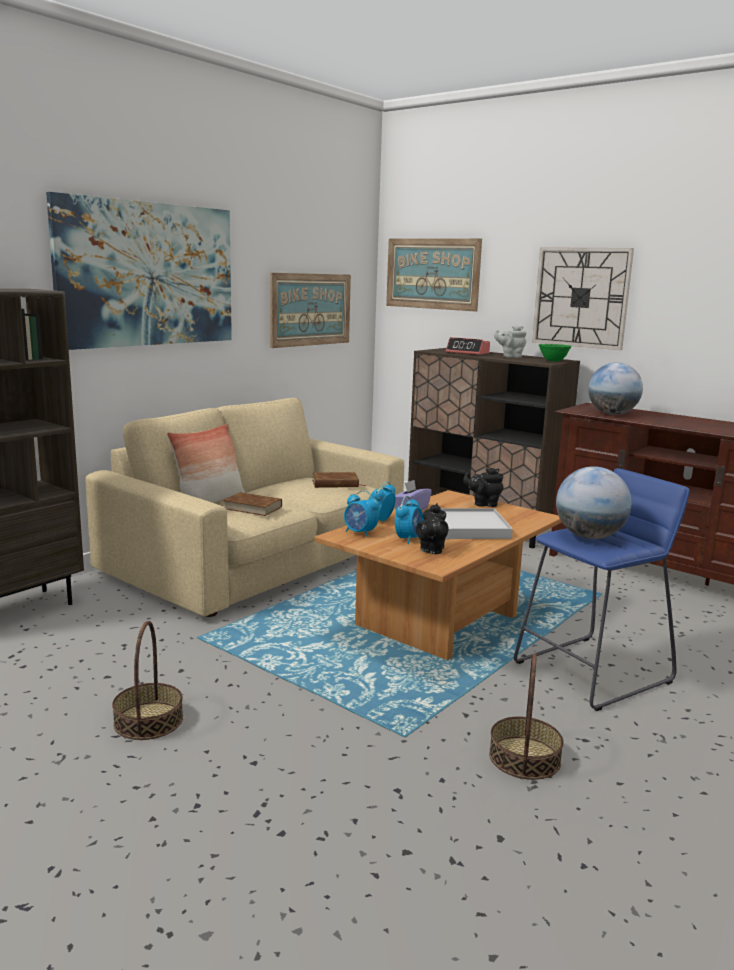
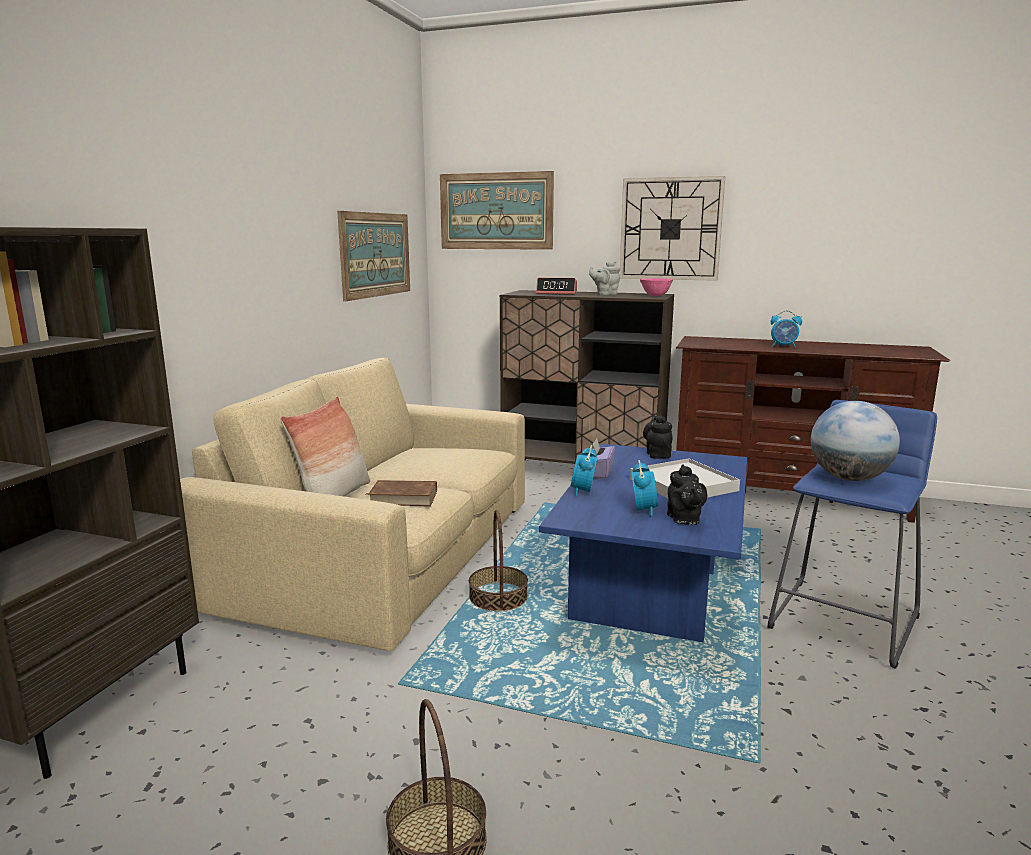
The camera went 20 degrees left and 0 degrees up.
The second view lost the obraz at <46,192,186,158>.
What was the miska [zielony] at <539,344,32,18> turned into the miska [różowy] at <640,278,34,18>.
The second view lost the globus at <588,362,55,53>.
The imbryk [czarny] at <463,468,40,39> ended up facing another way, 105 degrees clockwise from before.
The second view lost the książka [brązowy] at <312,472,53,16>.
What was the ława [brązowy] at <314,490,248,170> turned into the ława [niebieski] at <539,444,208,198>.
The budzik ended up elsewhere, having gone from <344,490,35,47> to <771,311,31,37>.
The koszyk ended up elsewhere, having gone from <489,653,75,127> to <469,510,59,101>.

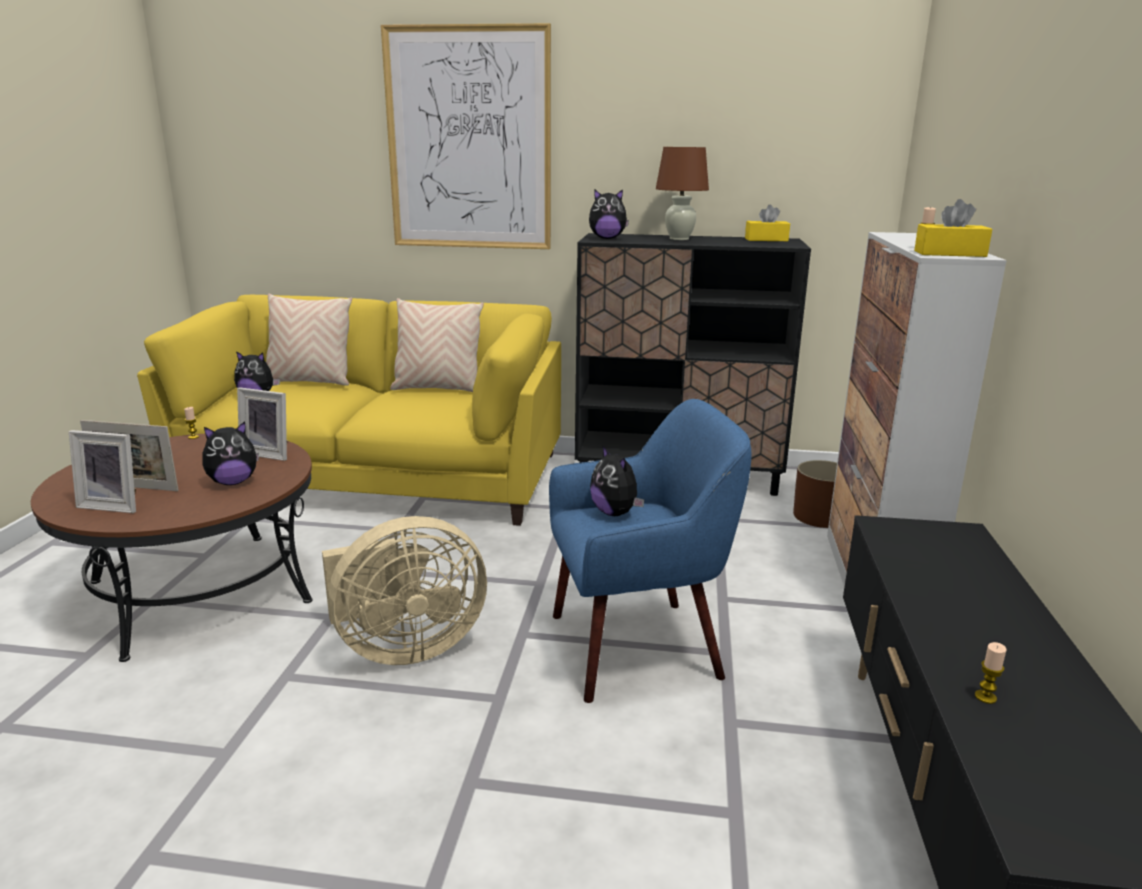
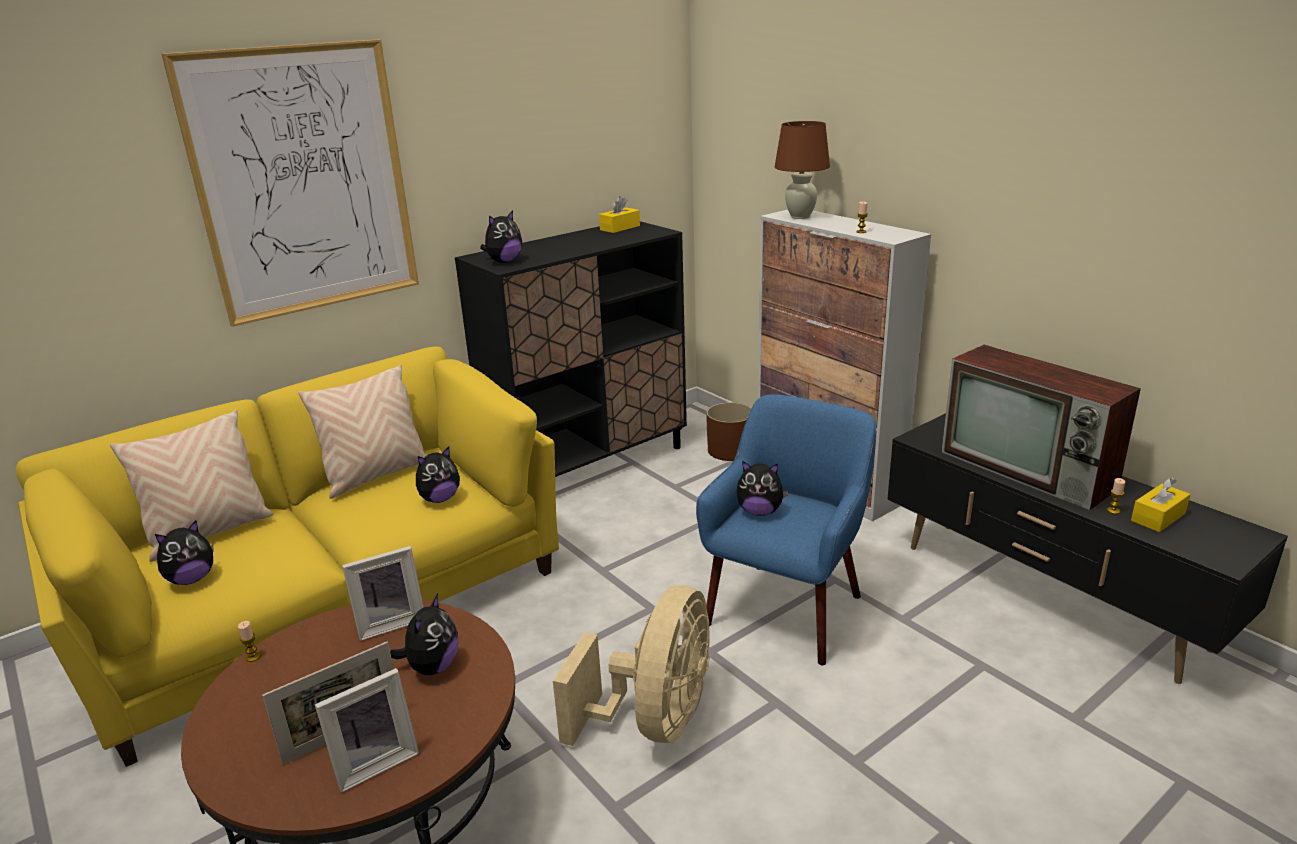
The camera went 45 degrees left and 5 degrees up.
The lampa stołowa [brązowy] ended up elsewhere, having gone from <656,147,53,93> to <775,121,55,98>.
The pudełko chusteczek [żółty] ended up elsewhere, having gone from <914,199,78,58> to <1131,478,59,54>.
The second view gained the telewizor at <941,345,200,165>.
The second view gained the pluszak at <416,447,44,56>.

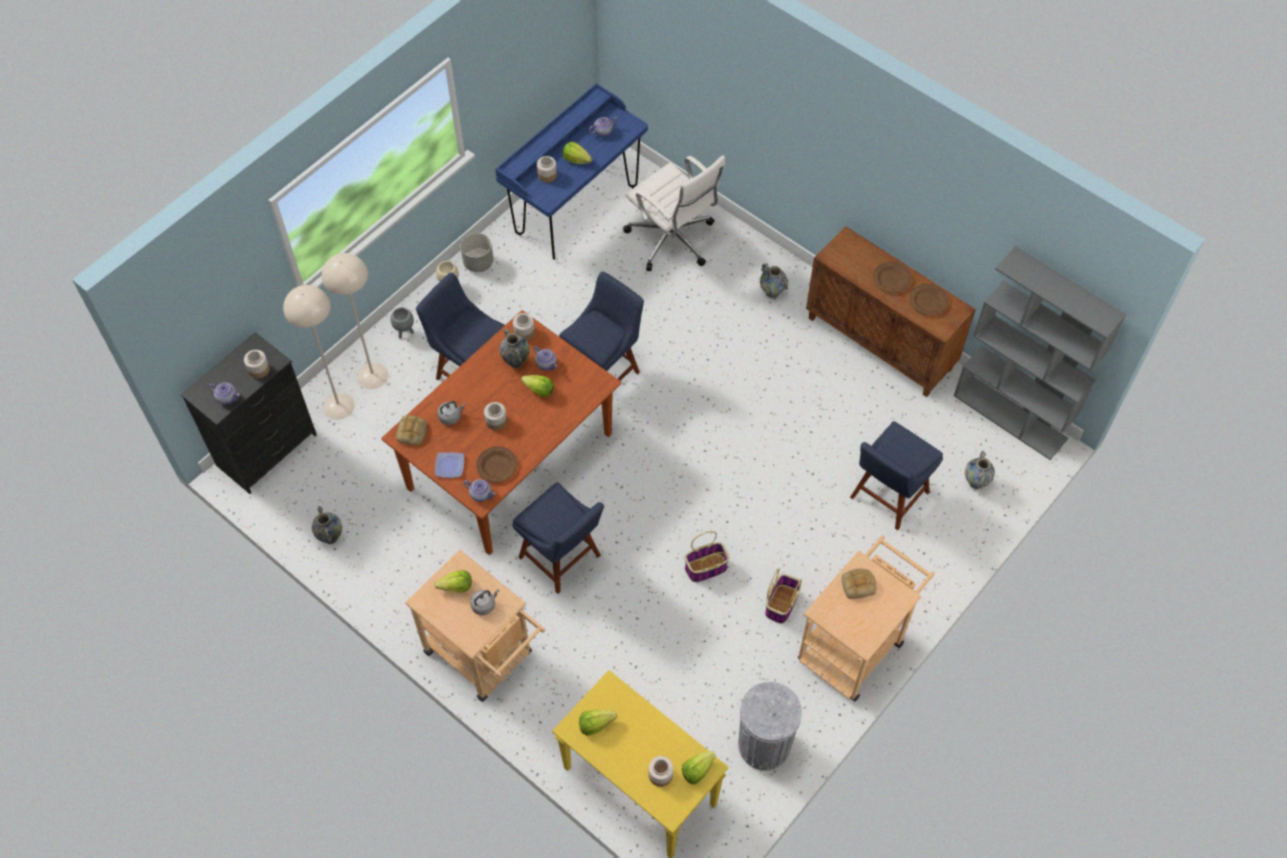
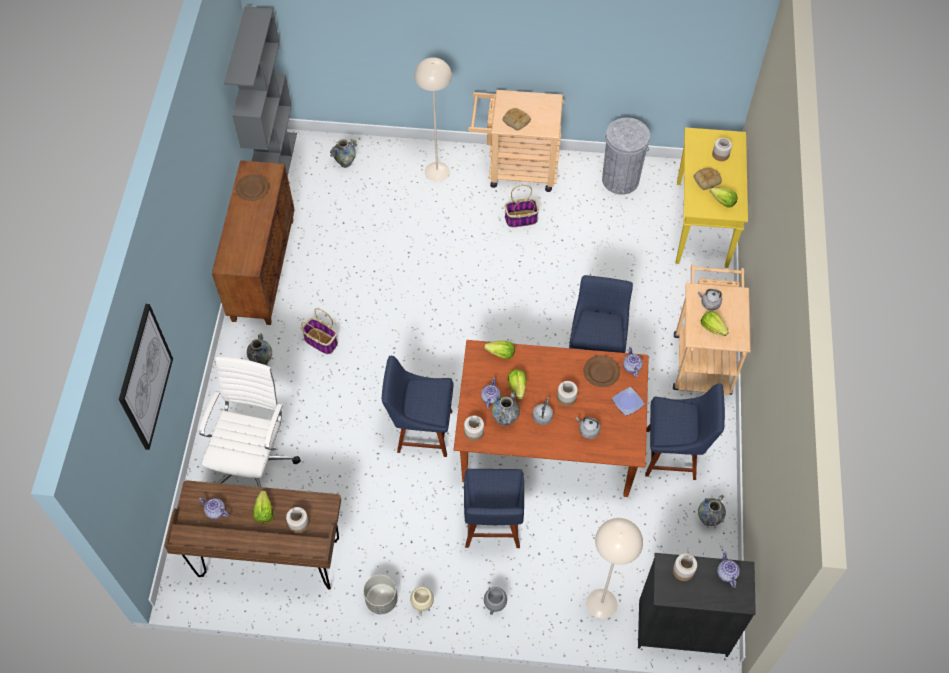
The camera went 125 degrees left and 0 degrees up.
What was the biurko [niebieski] at <495,83,153,177> turned into the biurko [brązowy] at <164,480,177,110>.
The lampa stojąca [beżowy] ended up elsewhere, having gone from <322,253,66,136> to <414,57,38,125>.
The second view lost the talerz [brązowy] at <873,262,39,31>.
The chleb ended up elsewhere, having gone from <396,415,31,30> to <694,168,28,22>.
The krzesło [niebieski] ended up elsewhere, having gone from <850,421,93,109> to <645,383,80,97>.
The koszyk ended up elsewhere, having gone from <684,531,45,51> to <301,308,37,47>.
The sałata ended up elsewhere, having gone from <682,751,34,33> to <484,341,31,18>.
The second view gained the obraz at <119,304,54,146>.
The second view gained the czajnik [szary] at <532,398,21,27>.

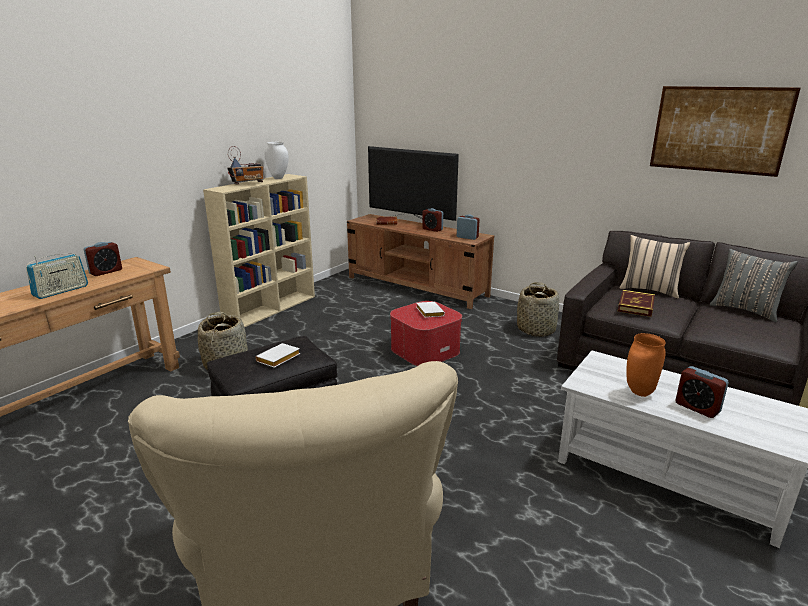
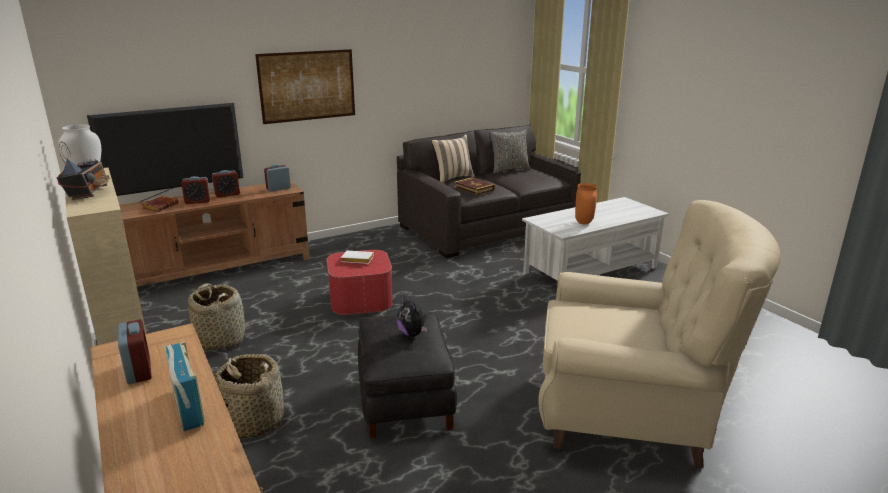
The camera went 65 degrees left and 0 degrees up.
The obraz ended up elsewhere, having gone from <650,86,151,91> to <255,49,100,75>.
The koszyk ended up elsewhere, having gone from <517,282,42,55> to <188,283,57,68>.
Where the książka [biały] stood at <256,343,44,25>, the pluszak came to stand at <397,295,31,42>.
The budzik ended up elsewhere, having gone from <675,366,54,52> to <181,176,29,28>.

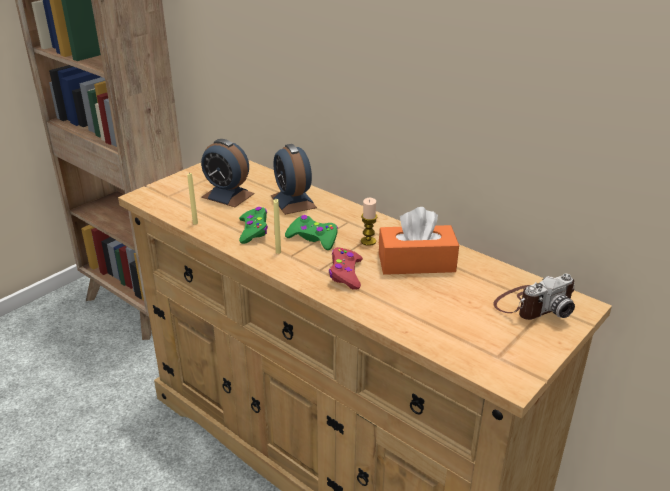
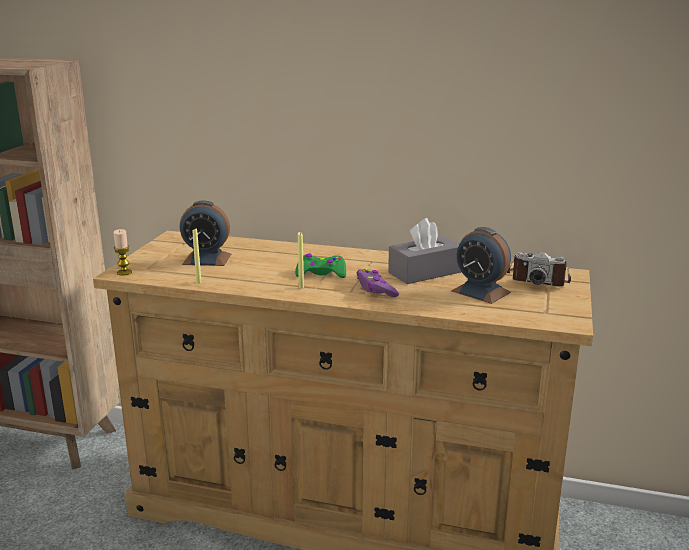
The camera went 25 degrees left and 10 degrees down.
The budzik ended up elsewhere, having gone from <271,144,46,71> to <451,227,60,77>.
The świeca ended up elsewhere, having gone from <361,198,16,48> to <113,229,19,46>.
The second view lost the pad do gier [zielony] at <239,207,29,37>.
What was the pudełko chusteczek [pomarańczowy] at <379,207,80,68> turned into the pudełko chusteczek [szary] at <388,218,73,66>.
What was the pad do gier [czerwony] at <329,247,34,43> turned into the pad do gier [fioletowy] at <357,269,42,28>.
The aparat fotograficzny at <493,274,82,46> ended up facing another way, 75 degrees clockwise from before.

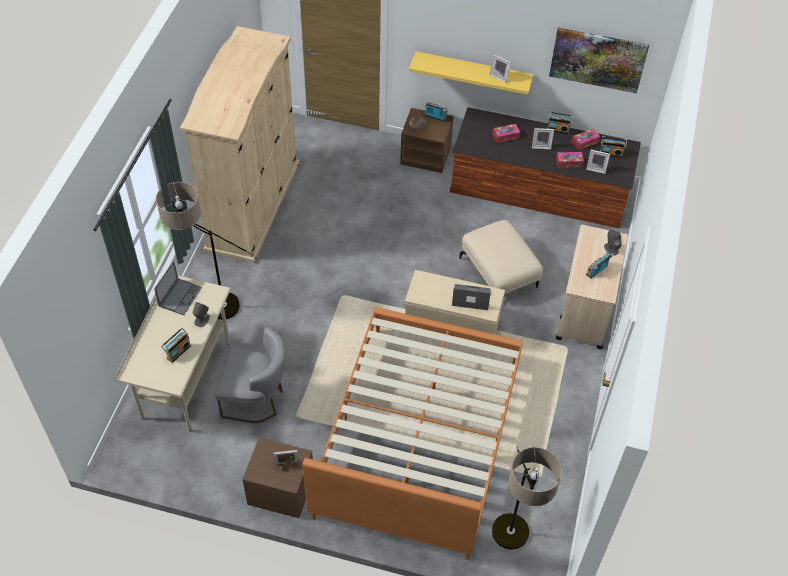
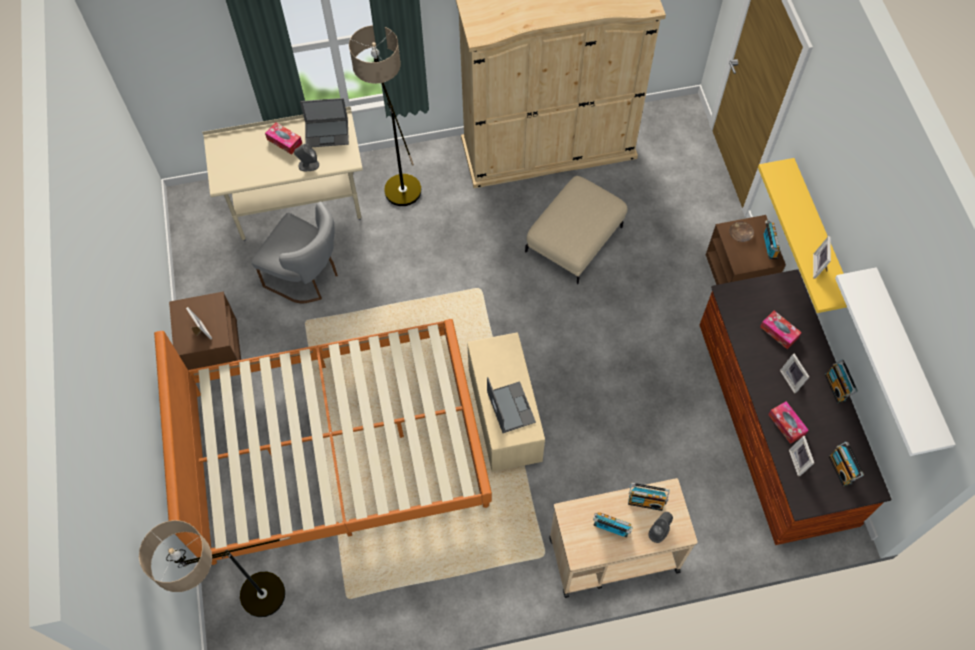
The camera went 65 degrees right and 10 degrees up.
Where the obraz hung at <549,28,100,65>, the półka [biały] came to hang at <835,267,121,189>.
The pudełko chusteczek ended up elsewhere, having gone from <572,129,28,21> to <265,122,37,33>.
The pufa [beżowy] ended up elsewhere, having gone from <459,220,84,75> to <525,176,102,108>.
The krzesło [szary] at <215,327,71,96> ended up facing another way, 45 degrees counterclockwise from before.
The radio ended up elsewhere, having gone from <161,328,30,35> to <628,483,42,28>.

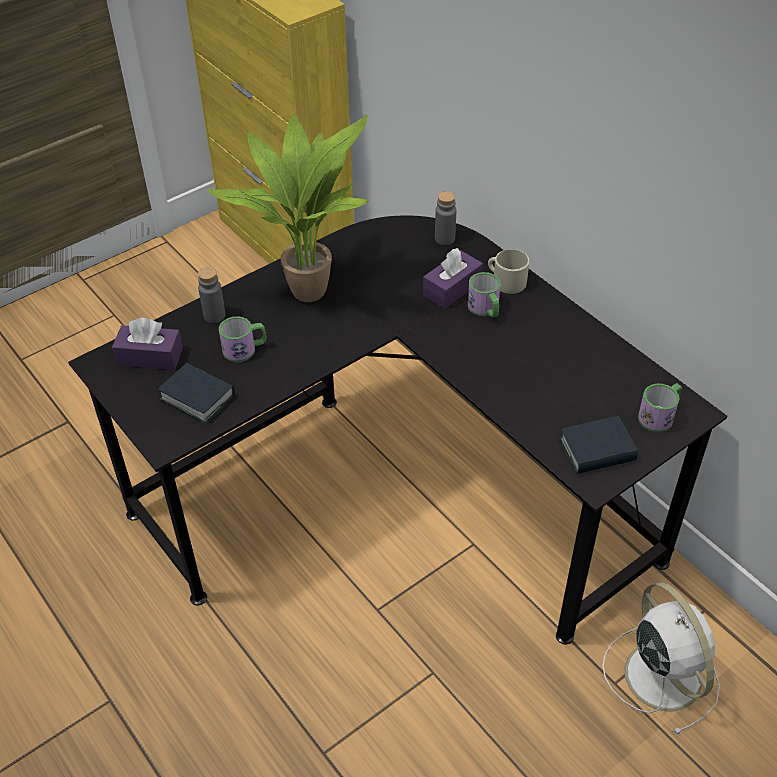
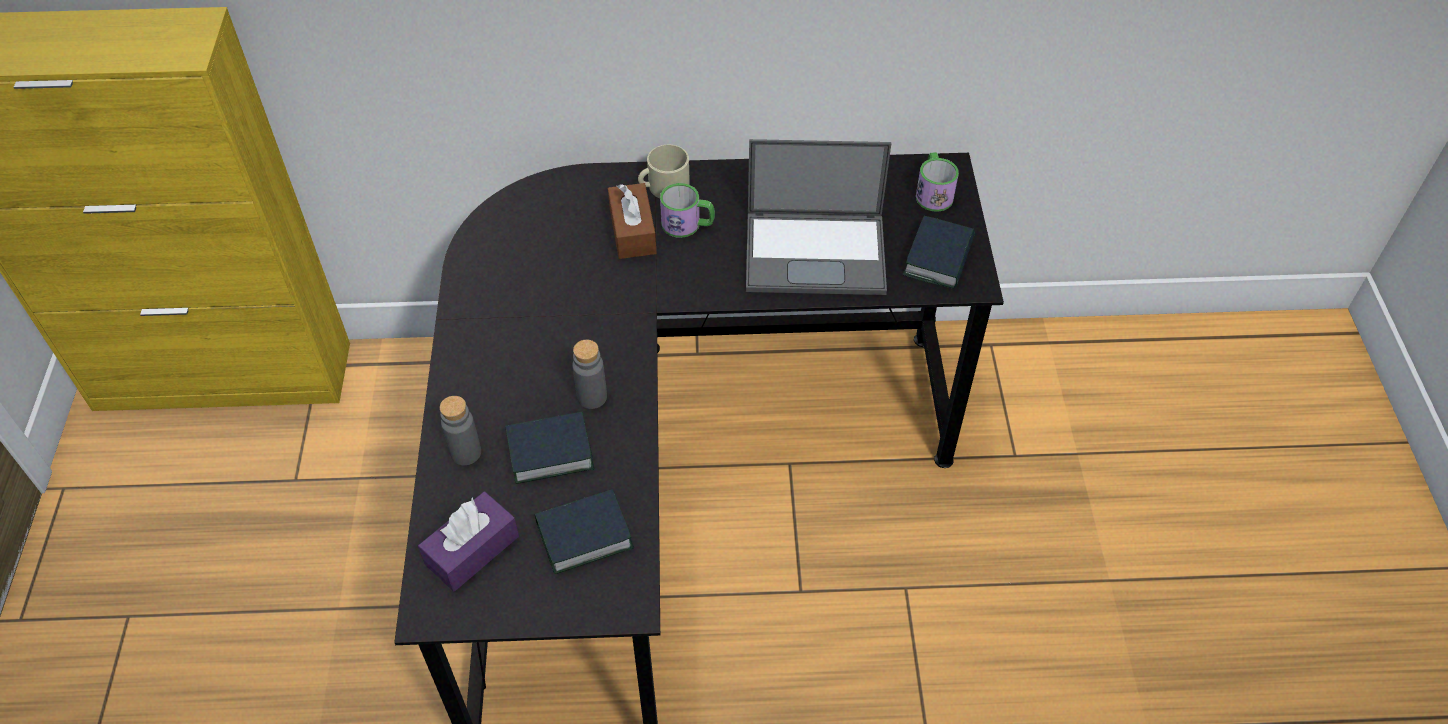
The camera went 55 degrees left and 5 degrees up.
The second view lost the roślina doniczkowa at <207,114,163,188>.
The butelka [szary] ended up elsewhere, having gone from <435,191,21,54> to <572,340,35,69>.
What was the pudełko chusteczek [fioletowy] at <423,248,60,61> turned into the pudełko chusteczek [brązowy] at <608,183,48,76>.
Where the kubek stood at <219,316,48,46>, the książka came to stand at <505,412,90,72>.
The second view lost the wentylator [biały] at <602,582,118,152>.
The second view gained the laptop at <746,139,145,156>.

